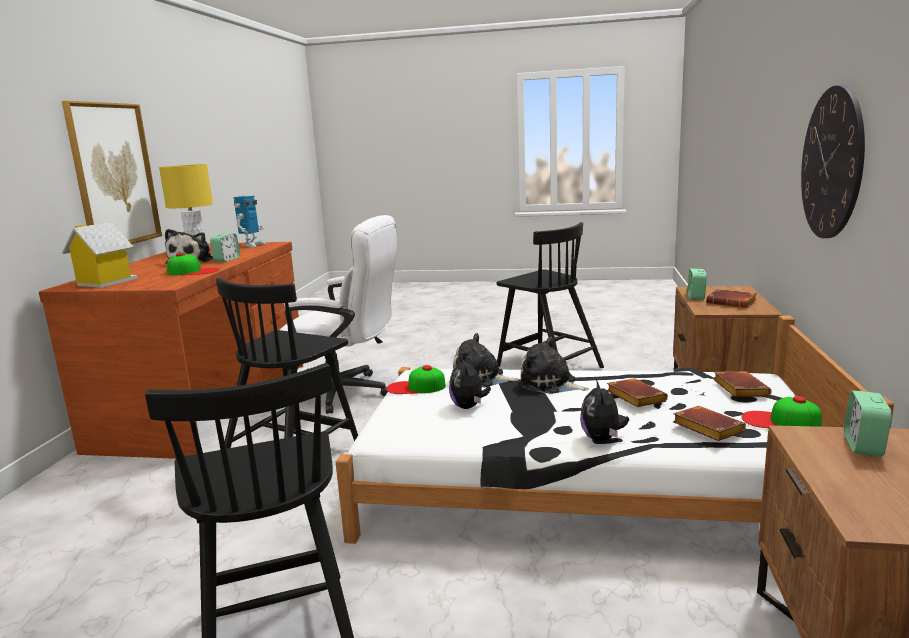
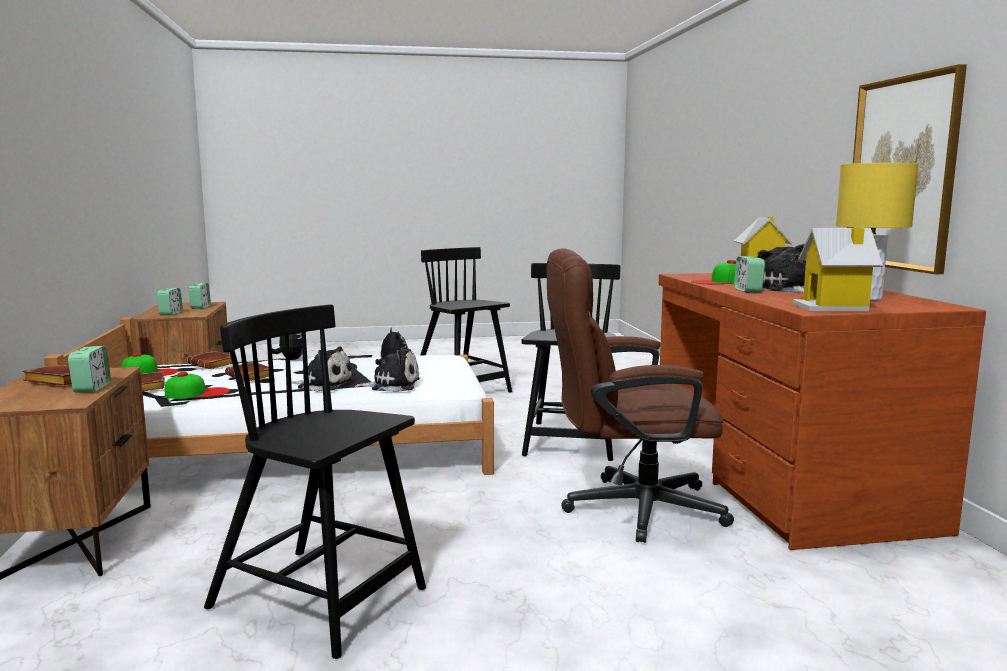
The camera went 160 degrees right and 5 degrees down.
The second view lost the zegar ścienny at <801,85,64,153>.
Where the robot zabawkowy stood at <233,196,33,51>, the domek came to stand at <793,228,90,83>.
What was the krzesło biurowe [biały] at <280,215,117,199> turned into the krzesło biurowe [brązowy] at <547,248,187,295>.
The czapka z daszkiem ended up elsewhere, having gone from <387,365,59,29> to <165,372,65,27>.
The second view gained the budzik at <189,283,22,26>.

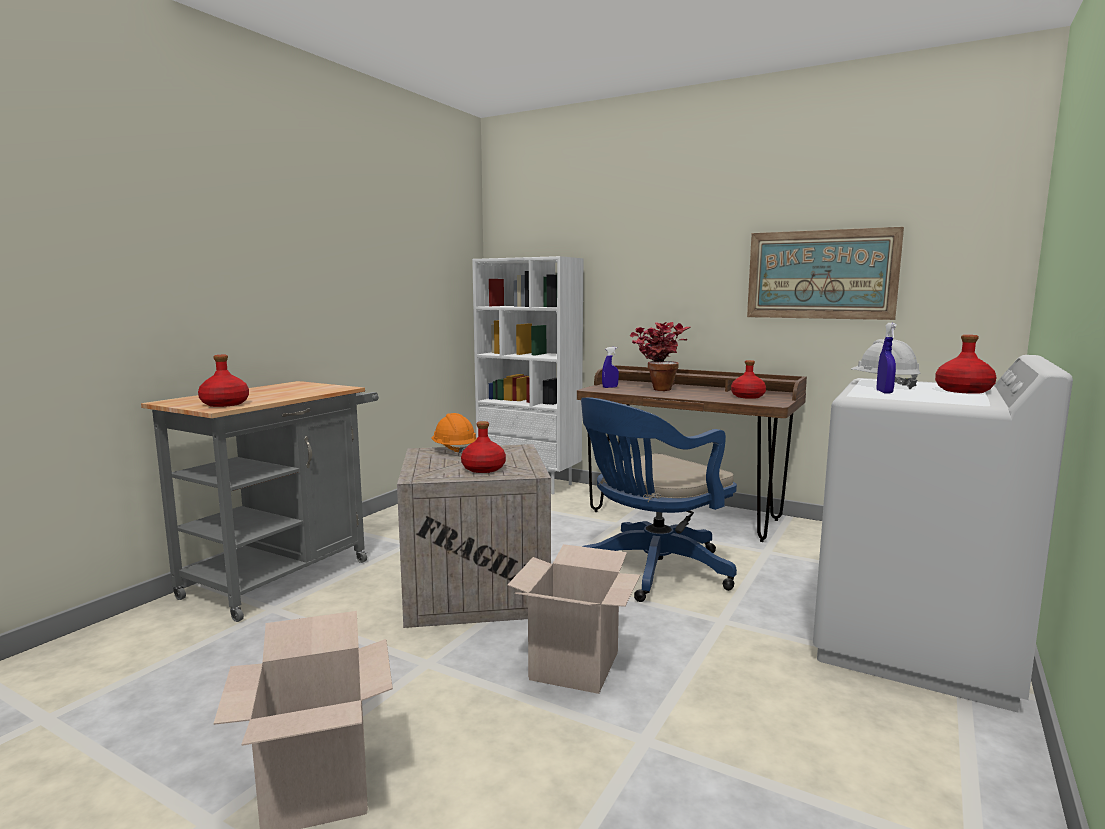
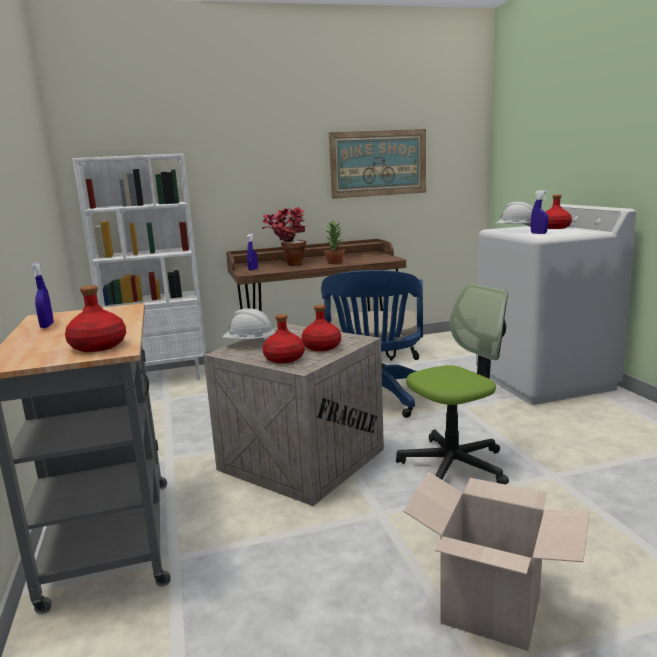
The camera went 45 degrees left and 5 degrees up.
The butelka [czerwony] ended up elsewhere, having gone from <731,360,35,39> to <263,314,42,50>.
What was the kask [pomarańczowy] at <431,413,46,41> turned into the kask [biały] at <222,308,53,34>.
Where the karton stood at <507,544,133,150>, the krzesło biurowe came to stand at <396,284,113,201>.
The second view gained the roślina doniczkowa at <324,221,21,43>.
The second view gained the spryskiwacz [niebieski] at <31,262,23,66>.

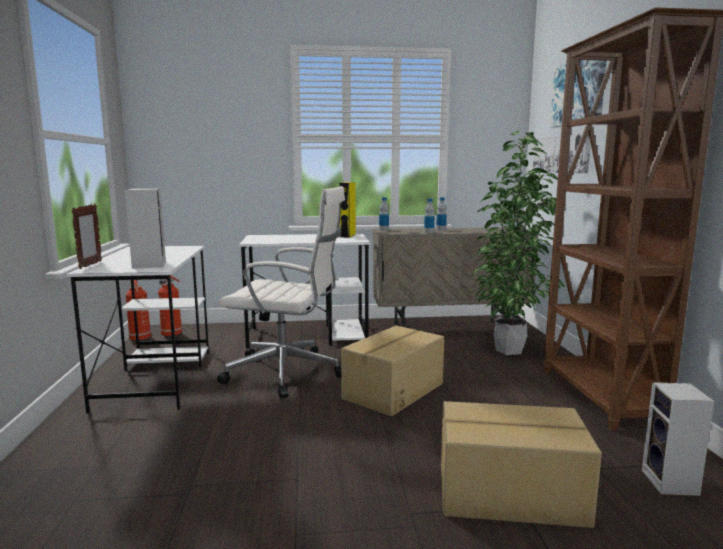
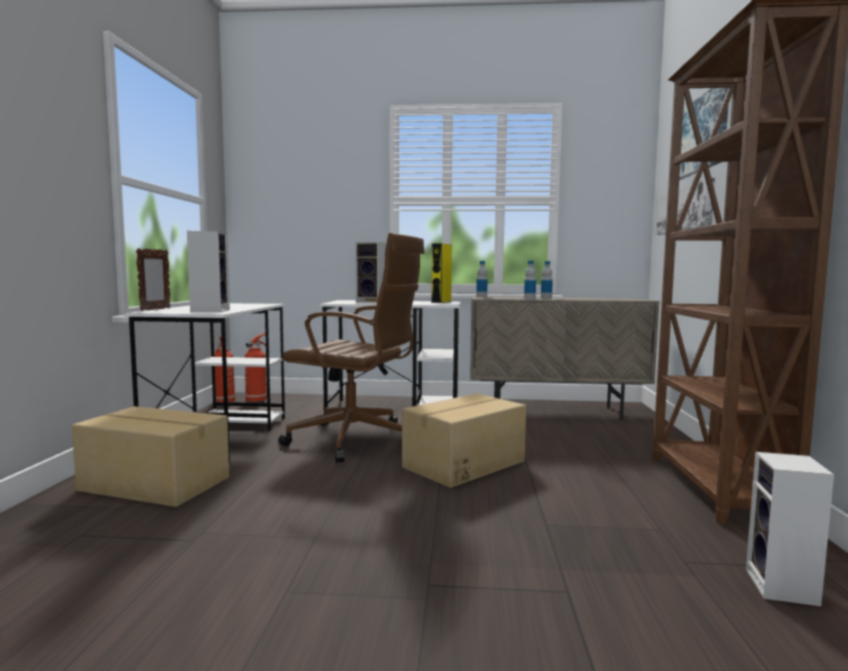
The camera went 10 degrees right and 5 degrees down.
The second view lost the roślina doniczkowa at <472,130,93,225>.
What was the krzesło biurowe [biały] at <217,186,128,213> turned into the krzesło biurowe [brązowy] at <278,233,147,230>.
The karton ended up elsewhere, having gone from <441,401,161,127> to <72,406,157,101>.
The second view gained the głośnik at <355,242,32,61>.

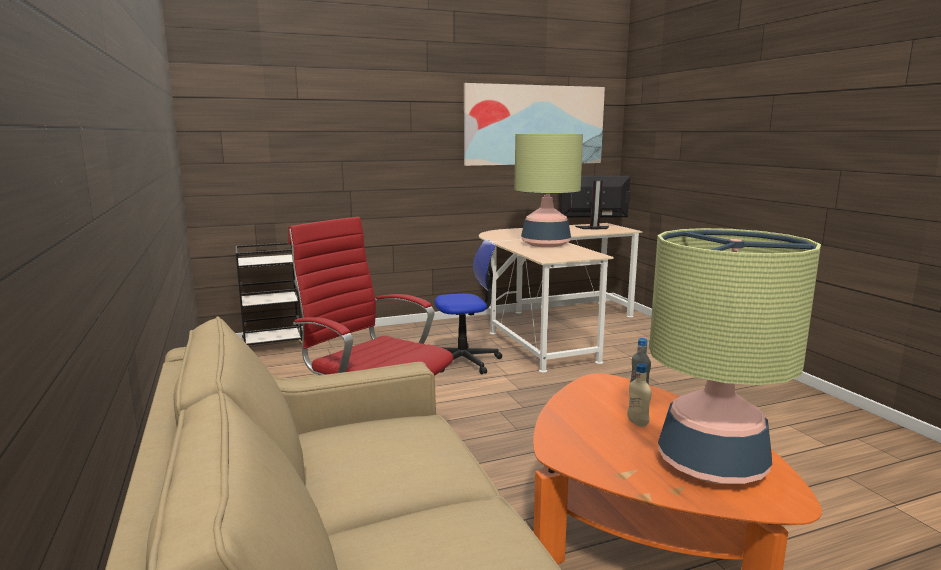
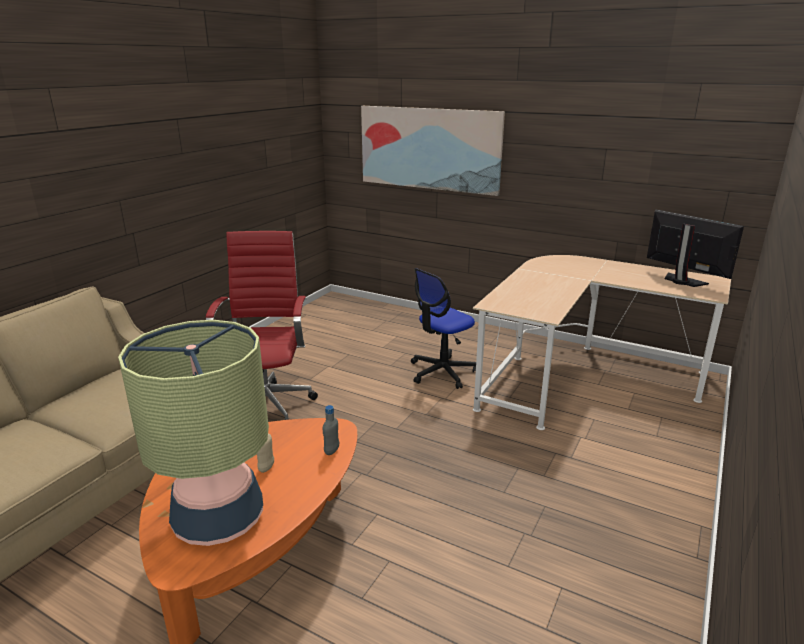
The camera went 50 degrees right and 10 degrees up.
The obraz ended up elsewhere, having gone from <464,83,141,83> to <361,106,144,90>.
The second view lost the lampa stołowa at <514,134,69,113>.
The krzesło biurowe at <435,239,67,135> ended up facing another way, 105 degrees clockwise from before.
The second view lost the wózek [czarny] at <235,243,68,104>.

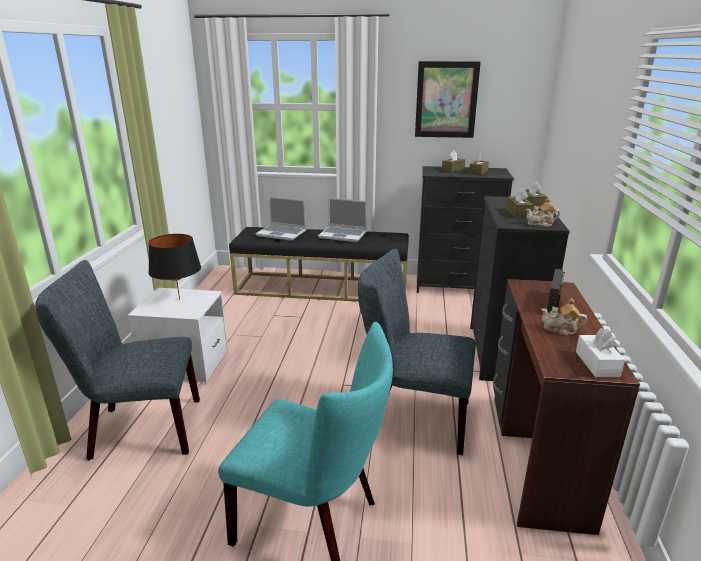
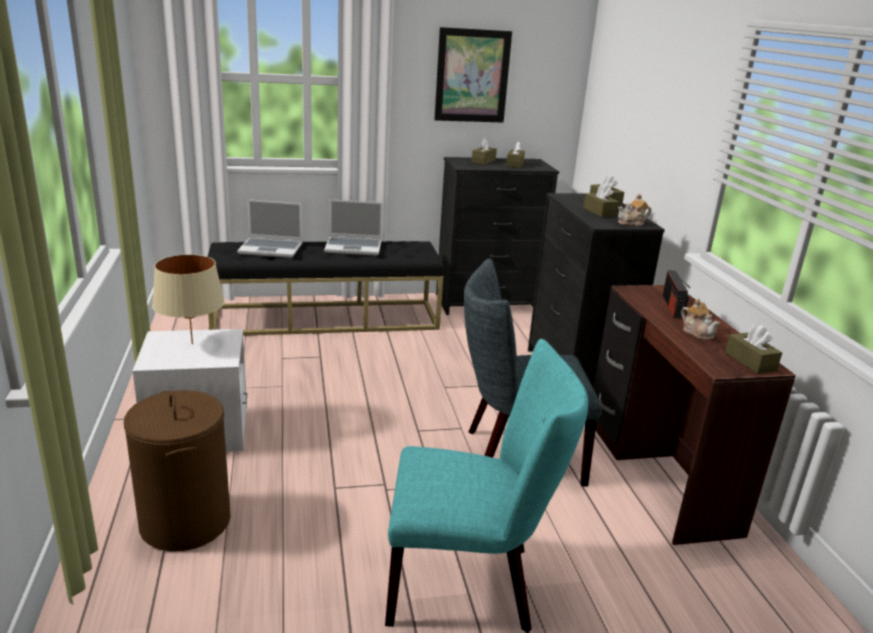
The camera went 20 degrees left and 0 degrees up.
What was the lampa stołowa [czarny] at <148,234,53,66> turned into the lampa stołowa [beżowy] at <152,254,73,90>.
Where the krzesło [szary] stood at <35,260,165,201>, the kosz na pranie [brązowy] came to stand at <123,390,108,161>.
The imbryk at <541,298,46,38> ended up facing another way, 120 degrees counterclockwise from before.
What was the pudełko chusteczek [biały] at <576,328,49,49> turned into the pudełko chusteczek [brązowy] at <725,324,57,50>.

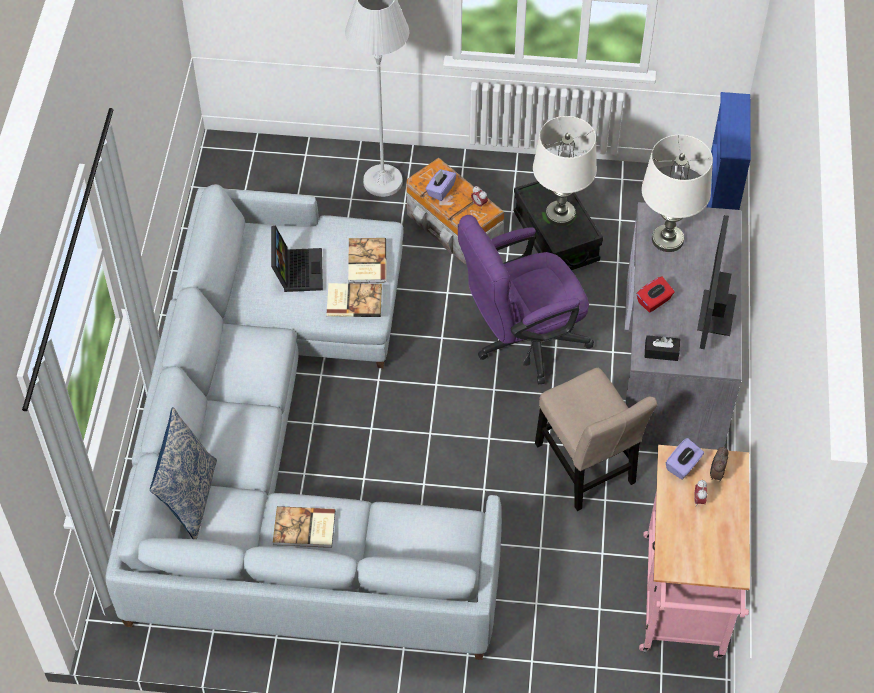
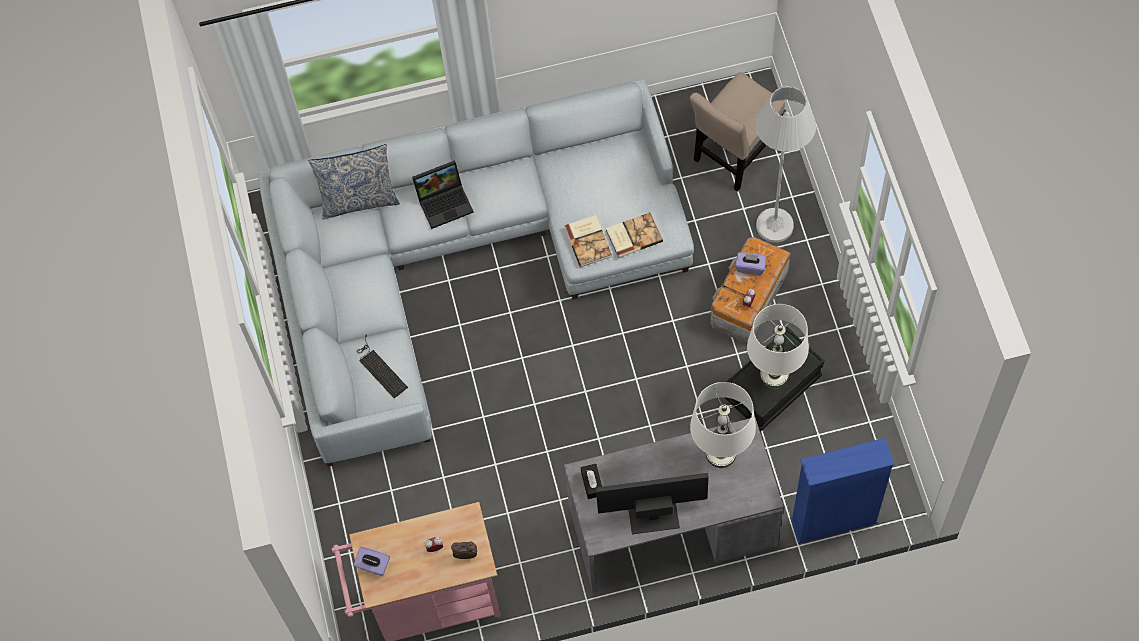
The camera went 75 degrees right and 10 degrees up.
The second view lost the krzesło biurowe [fioletowy] at <458,215,136,170>.
The laptop ended up elsewhere, having gone from <271,225,52,67> to <412,160,62,69>.
The second view lost the pudełko chusteczek [czerwony] at <636,276,39,37>.
The krzesło [beżowy] ended up elsewhere, having gone from <535,368,122,143> to <690,72,95,120>.
The pudełko chusteczek [fioletowy] ended up elsewhere, having gone from <666,438,38,42> to <354,547,36,29>.
The second view lost the książka at <273,506,62,42>.
The second view gained the klawiatura at <358,334,50,64>.

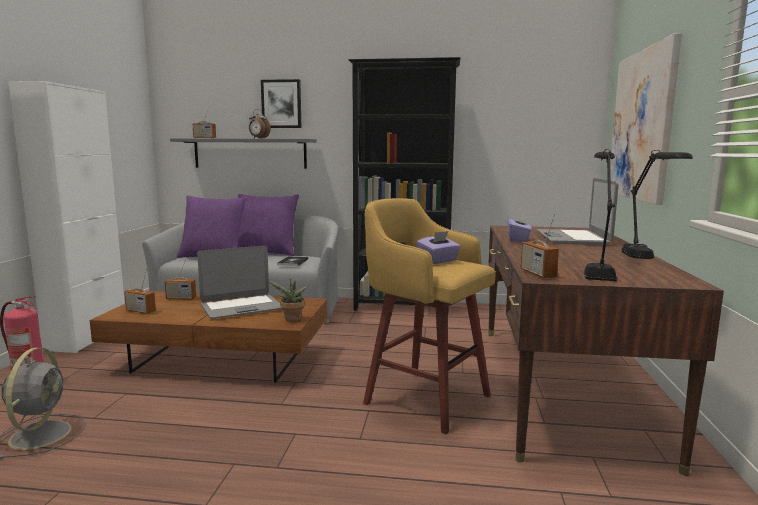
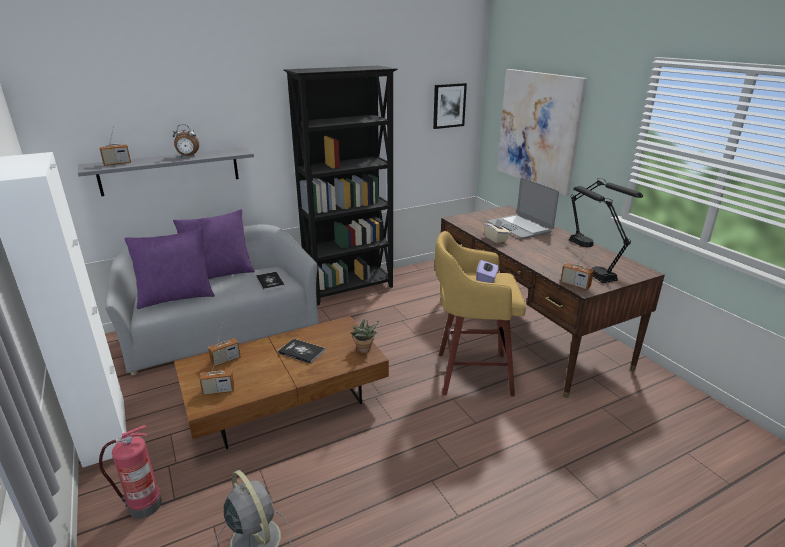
The camera went 35 degrees left and 15 degrees up.
The obraz ended up elsewhere, having gone from <261,79,40,49> to <433,83,34,46>.
What was the pudełko chusteczek [fioletowy] at <508,214,24,28> turned into the pudełko chusteczek [beżowy] at <484,219,26,24>.
Where the laptop stood at <197,246,85,73>, the książka came to stand at <278,339,47,25>.

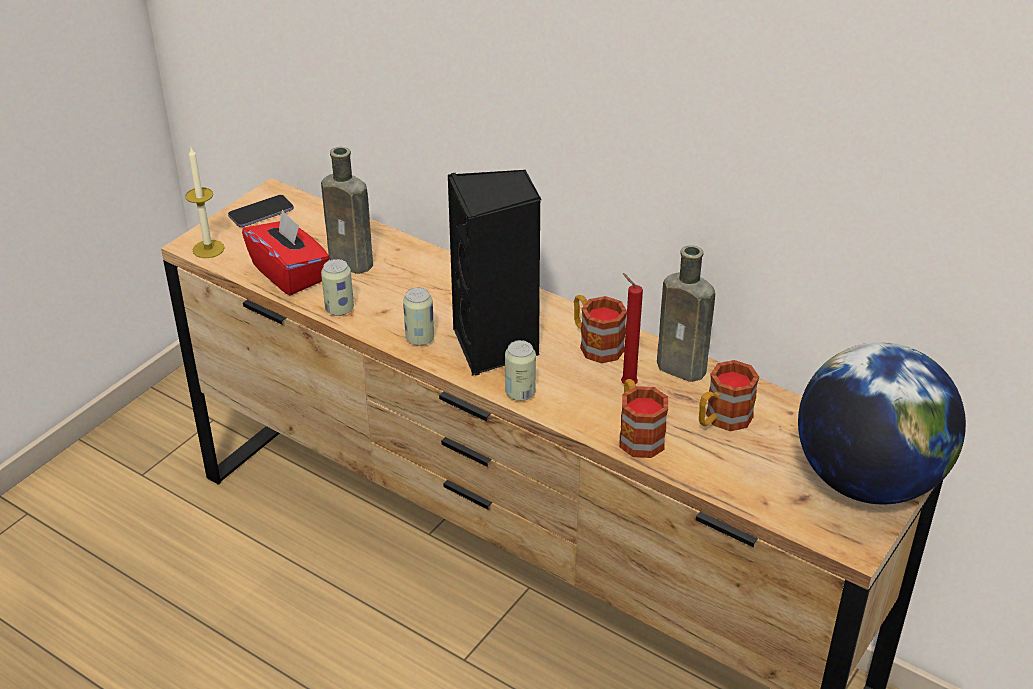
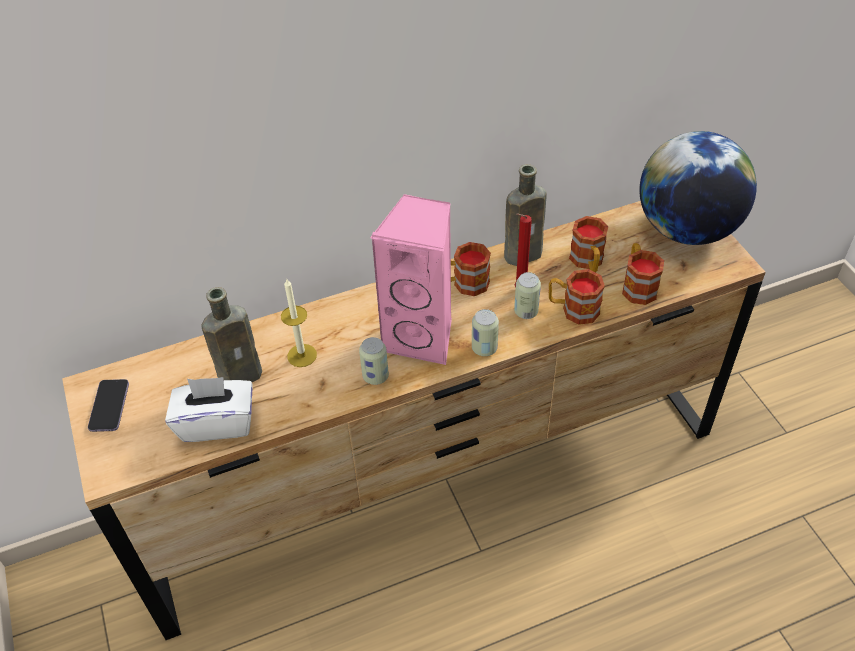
The camera went 55 degrees left and 10 degrees up.
The świeca ended up elsewhere, having gone from <185,148,40,110> to <281,278,36,89>.
What was the głośnik [czarny] at <448,170,93,205> turned into the głośnik [różowy] at <370,194,82,171>.
What was the pudełko chusteczek [czerwony] at <242,209,88,86> turned into the pudełko chusteczek [biały] at <165,377,88,65>.
The puszka ended up elsewhere, having gone from <321,259,33,57> to <514,272,27,47>.
The second view gained the kubek at <622,243,42,62>.

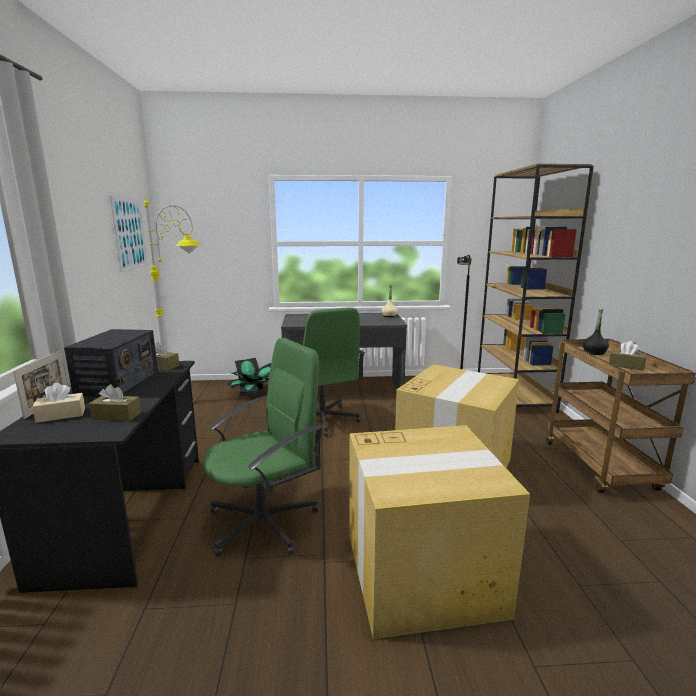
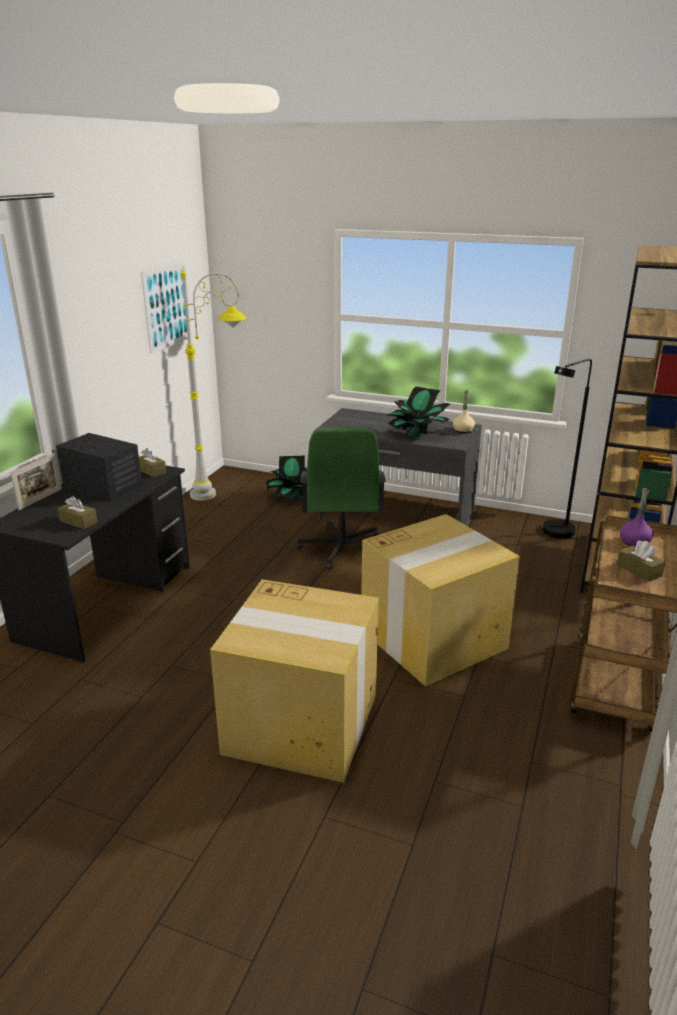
The camera went 25 degrees right and 10 degrees up.
What was the butelka [czarny] at <582,309,27,46> turned into the butelka [fioletowy] at <621,488,33,58>.
The radio at <64,329,94,68> ended up facing another way, 90 degrees counterclockwise from before.
The second view lost the krzesło biurowe [zielony] at <203,338,120,219>.
The second view lost the pudełko chusteczek [beżowy] at <32,383,53,40>.
The second view gained the roślina doniczkowa at <384,386,66,51>.

